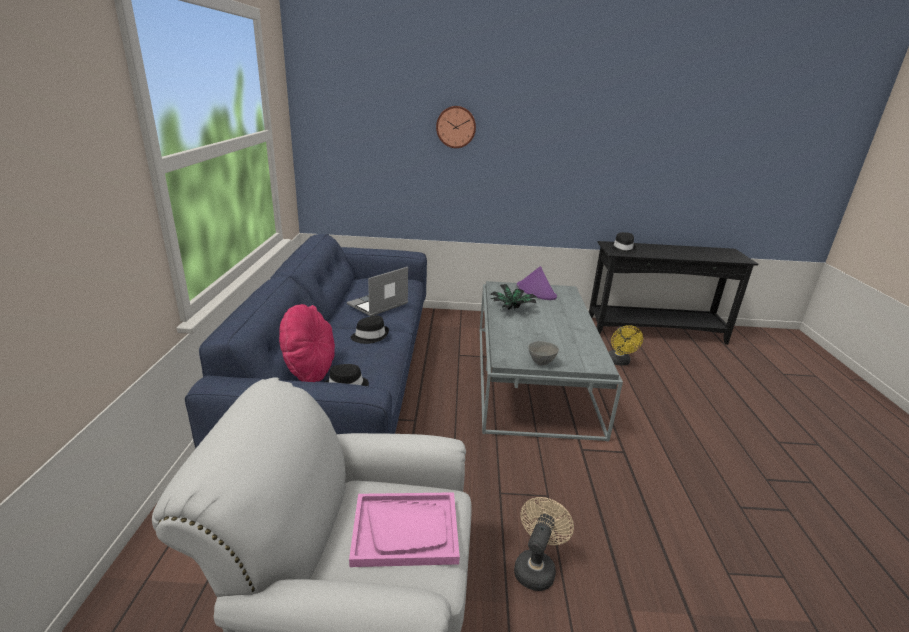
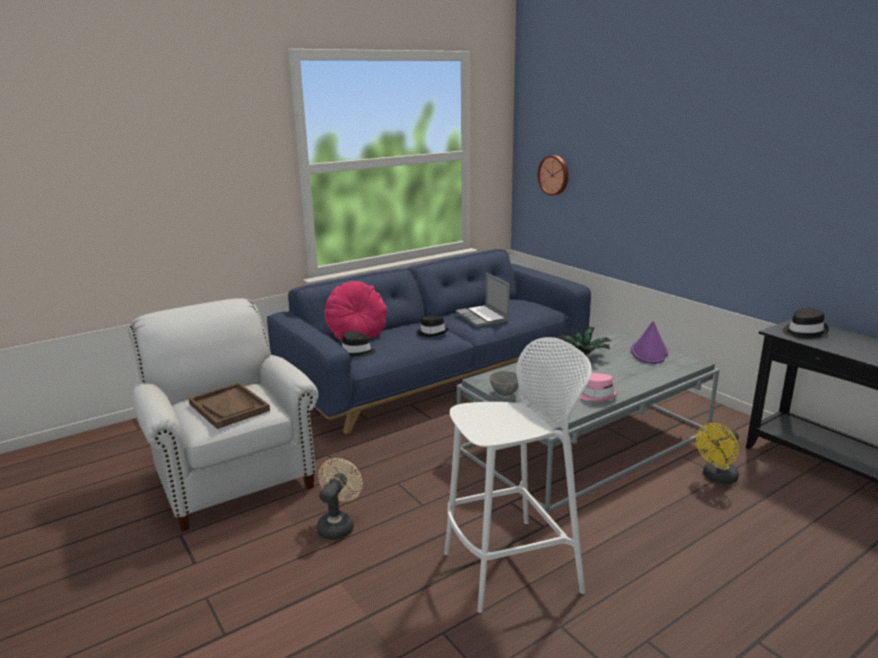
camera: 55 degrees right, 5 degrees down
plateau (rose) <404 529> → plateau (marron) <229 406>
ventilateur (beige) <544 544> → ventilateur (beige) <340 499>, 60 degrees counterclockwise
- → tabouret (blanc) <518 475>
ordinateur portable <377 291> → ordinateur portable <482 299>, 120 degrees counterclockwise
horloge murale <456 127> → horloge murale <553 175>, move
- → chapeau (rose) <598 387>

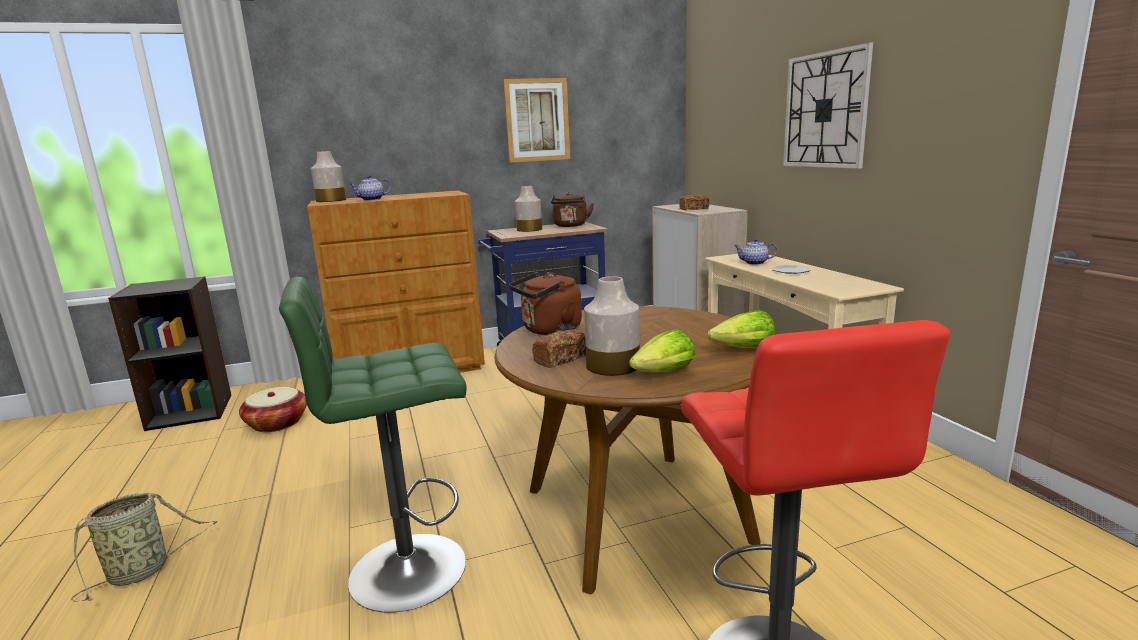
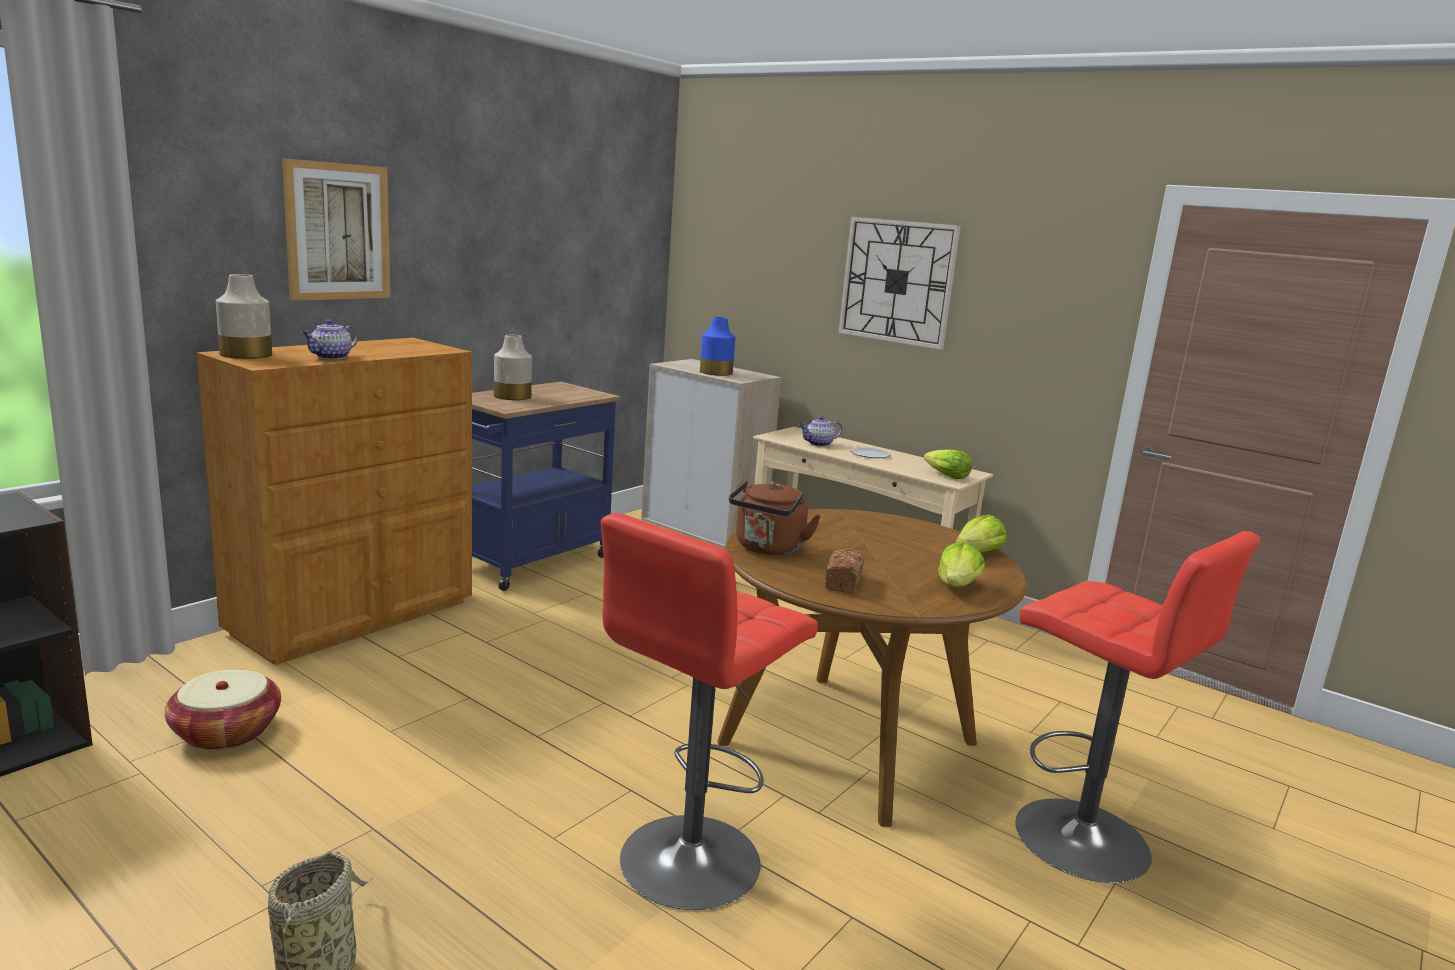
camera: 35 degrees left, 0 degrees up
tableau <536 120> → tableau <336 229>, move
tabouret (vert) <372 445> → tabouret (rouge) <709 711>
pain <694 202> → vase (bleu) <717 346>
- → laitue <948 464>
bouilloire (marron) <572 209> → -
vase (beige) <612 326> → -

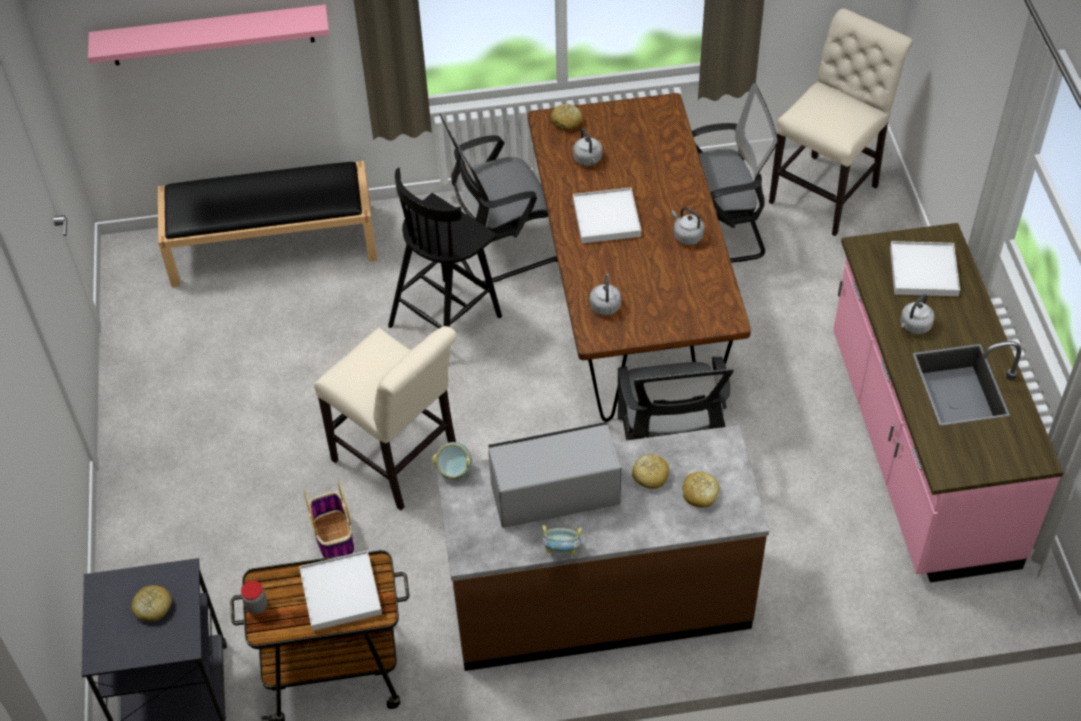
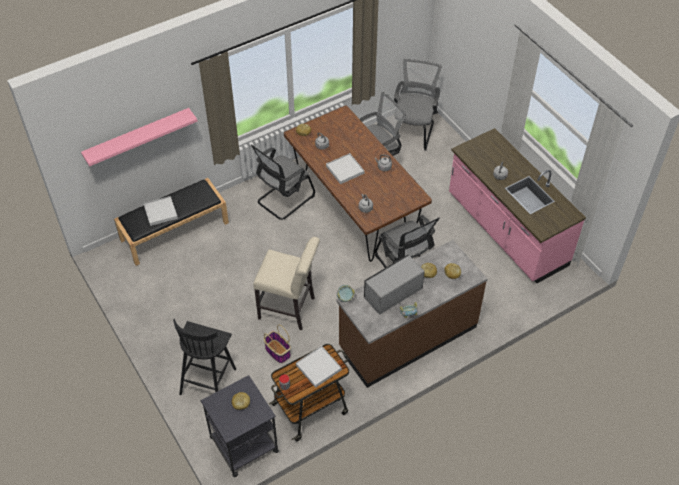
camera: 25 degrees left, 0 degrees up
plateau (blanc) <925 268> → plateau (blanc) <160 211>, move
tabouret (noir) <445 247> → tabouret (noir) <204 356>, move
tabouret (beige) <841 122> → chaise <417 105>

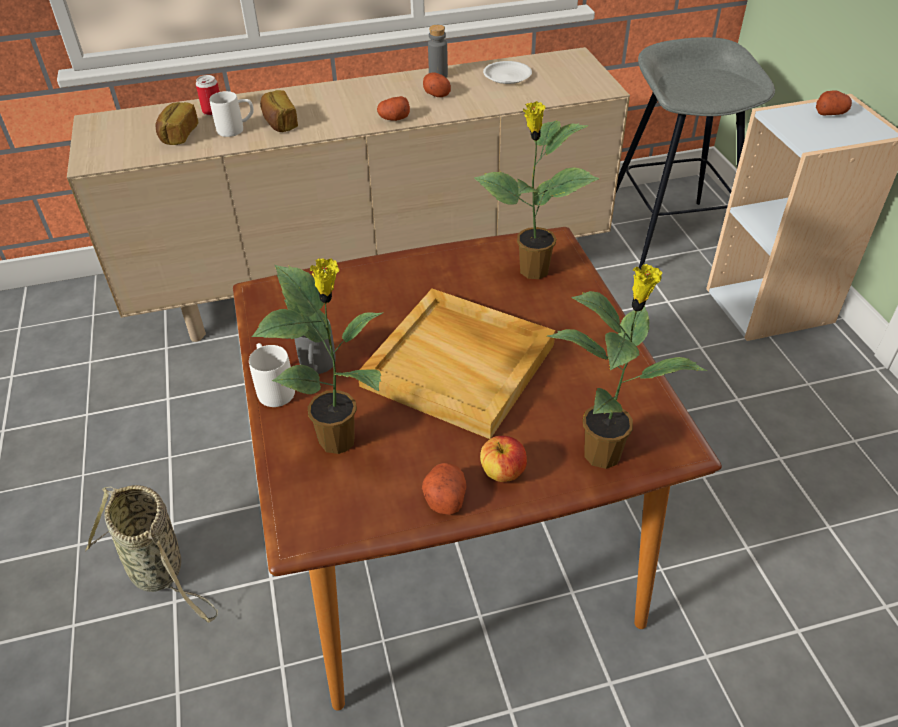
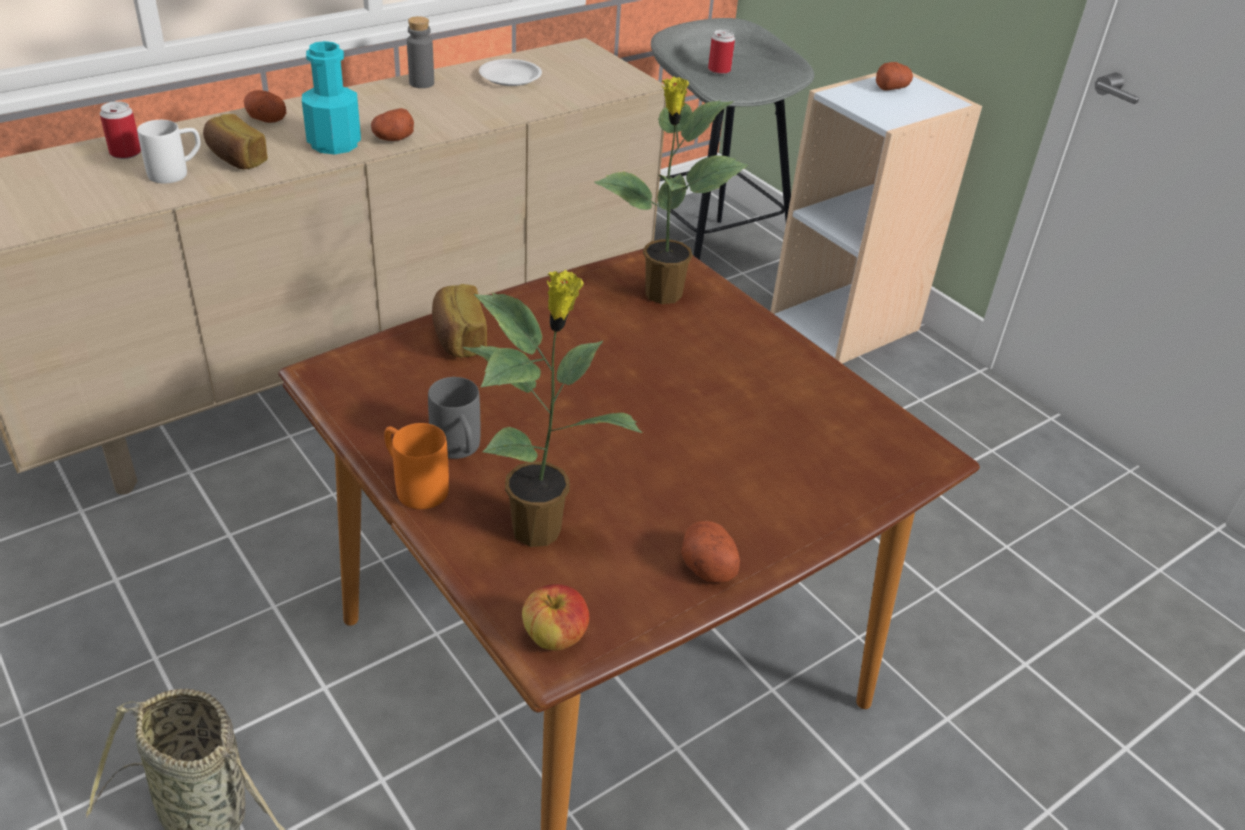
camera: 25 degrees left, 5 degrees down
pomme de terre <437 84> → pomme de terre <265 106>, move
- → bouteille (turquoise) <331 98>
mug (blanc) <272 375> → mug (orange) <416 466>
pain <176 123> → pain <459 320>, move
pomme <503 459> → pomme <555 617>, move
- → boîte métallique <721 52>
plateau (beige) <457 364> → -
plante en pot <627 366> → -

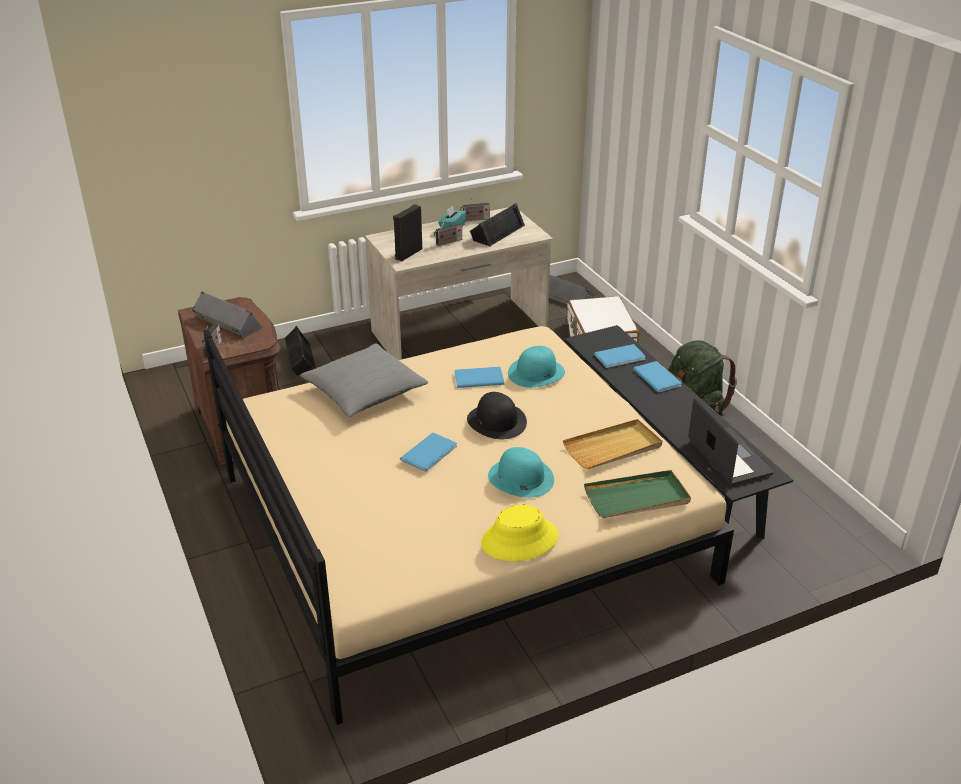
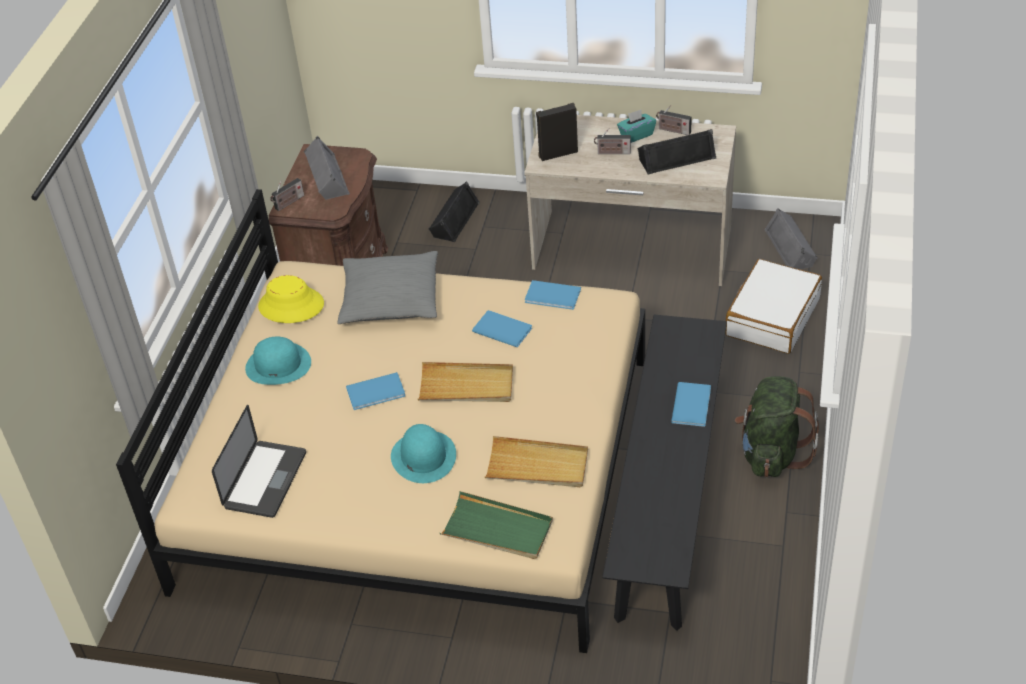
camera: 40 degrees right, 10 degrees up
ordinateur portable <730 441> → ordinateur portable <259 461>, move
chapeau (turquoise) <536 367> → chapeau (turquoise) <278 361>, move
chapeau (jaune) <519 532> → chapeau (jaune) <291 299>, move
chapeau (noir) <497 415> → plateau (beige) <465 382>
livre (bleu) <620 356> → livre (bleu) <553 295>, move

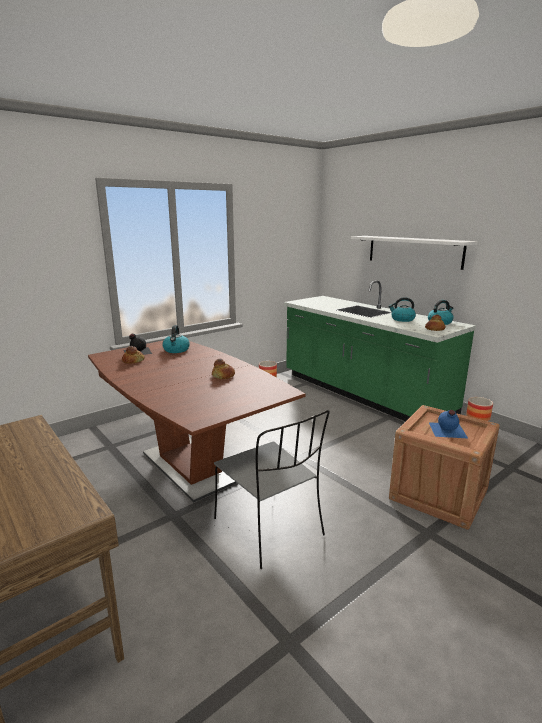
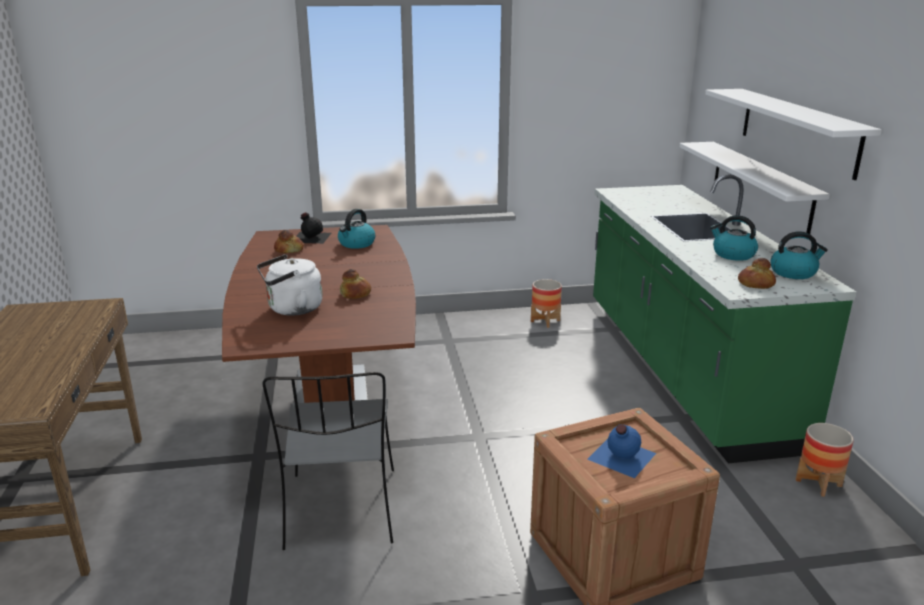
camera: 30 degrees right, 5 degrees up
- → bouilloire (blanc) <290 285>
- → étagère (blanc) <754 188>

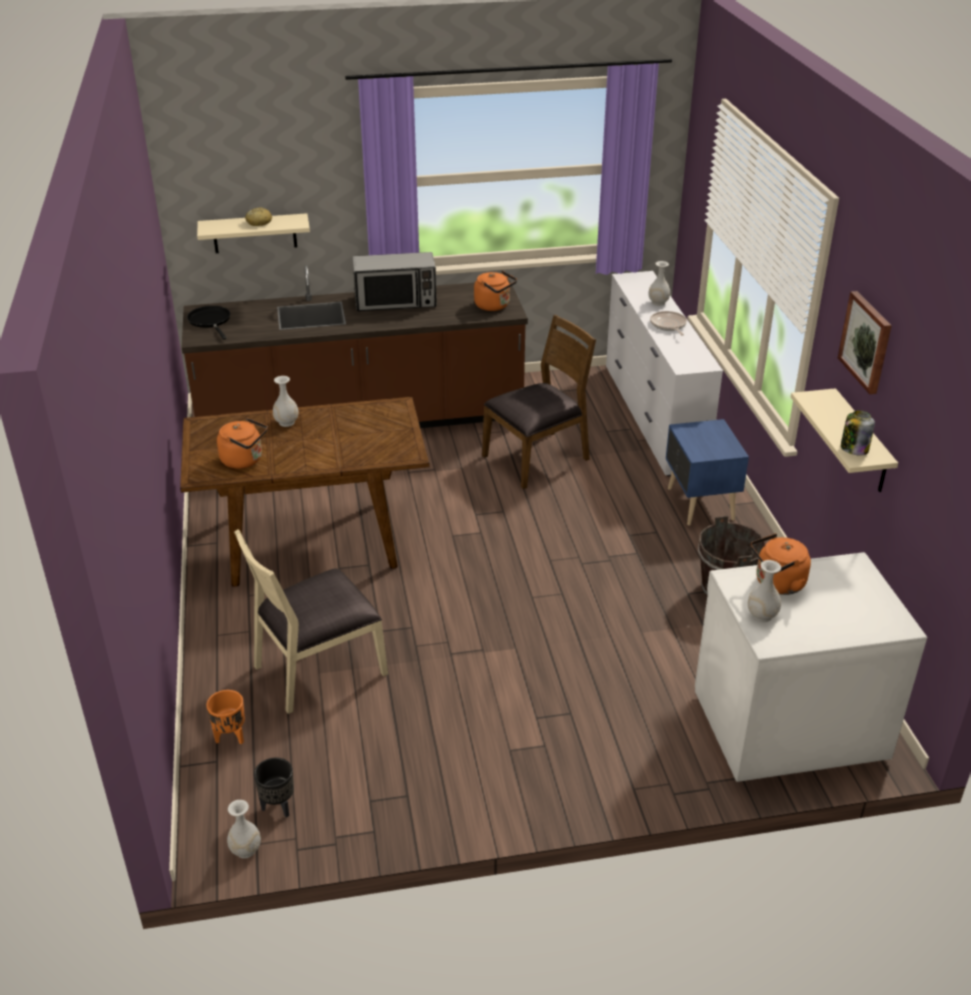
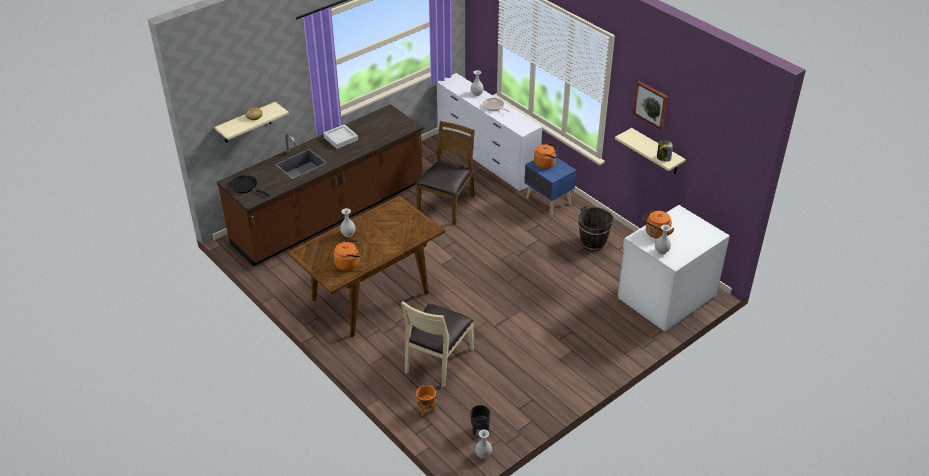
camera: 30 degrees left, 5 degrees up
micro-ondes <394 281> → plateau (gris) <340 136>
bouilloire (orange) <495 291> → bouilloire (orange) <546 156>, move

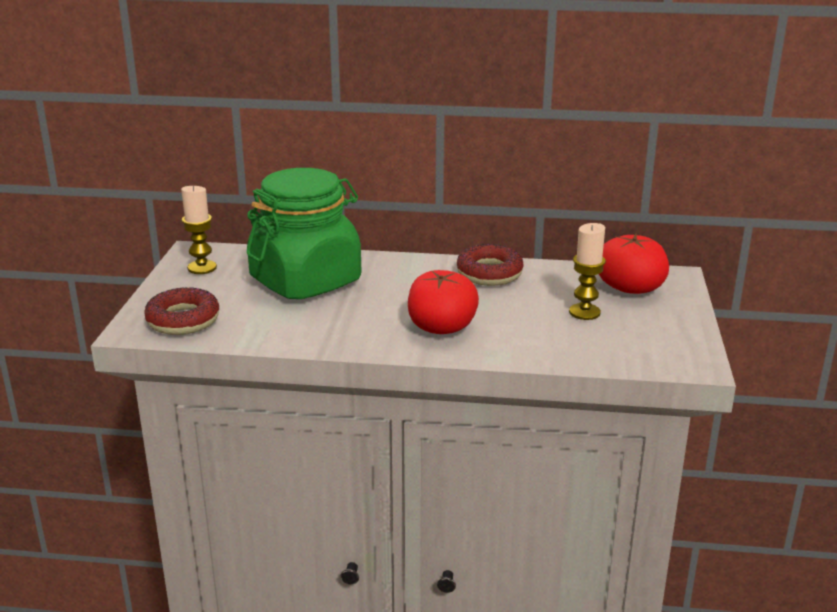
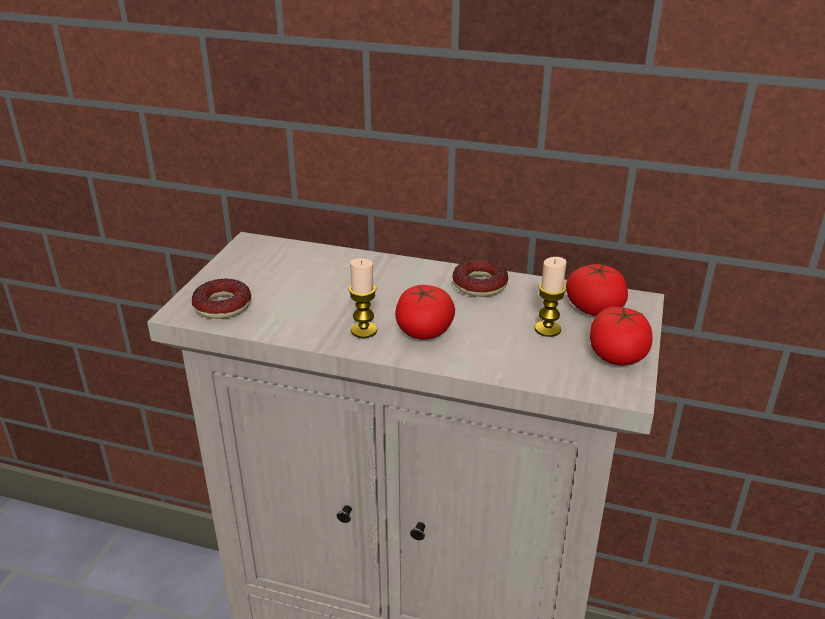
camera: 10 degrees right, 5 degrees up
bougie <199 230> → bougie <363 298>, move
- → tomate <621 335>
bocal (vert) <304 233> → -

